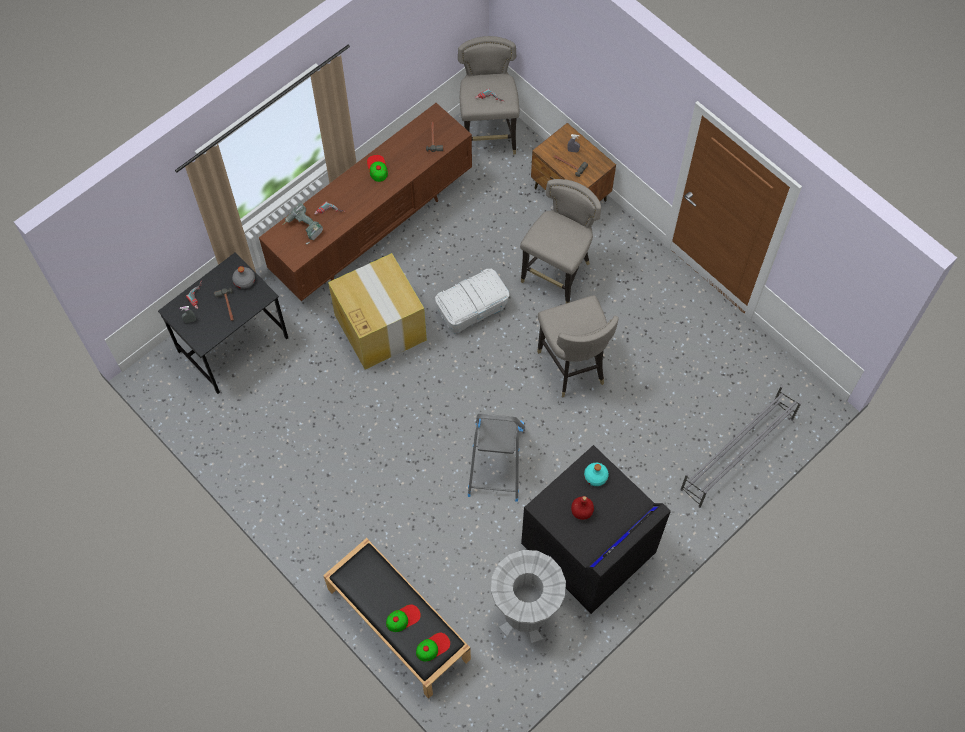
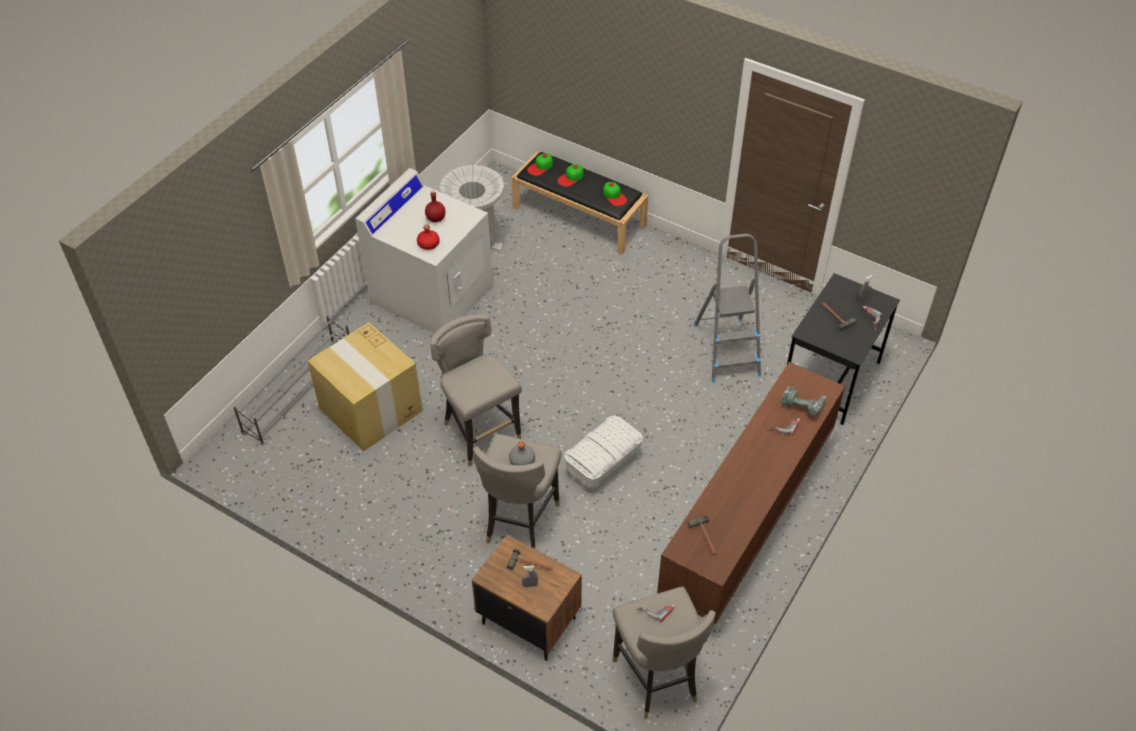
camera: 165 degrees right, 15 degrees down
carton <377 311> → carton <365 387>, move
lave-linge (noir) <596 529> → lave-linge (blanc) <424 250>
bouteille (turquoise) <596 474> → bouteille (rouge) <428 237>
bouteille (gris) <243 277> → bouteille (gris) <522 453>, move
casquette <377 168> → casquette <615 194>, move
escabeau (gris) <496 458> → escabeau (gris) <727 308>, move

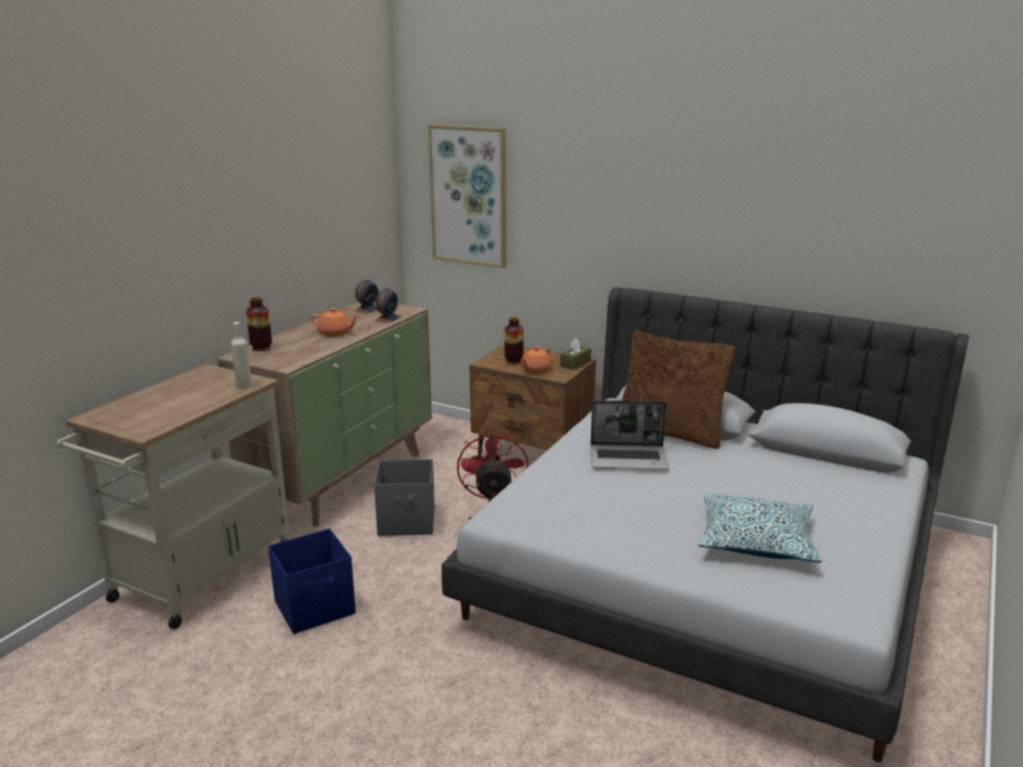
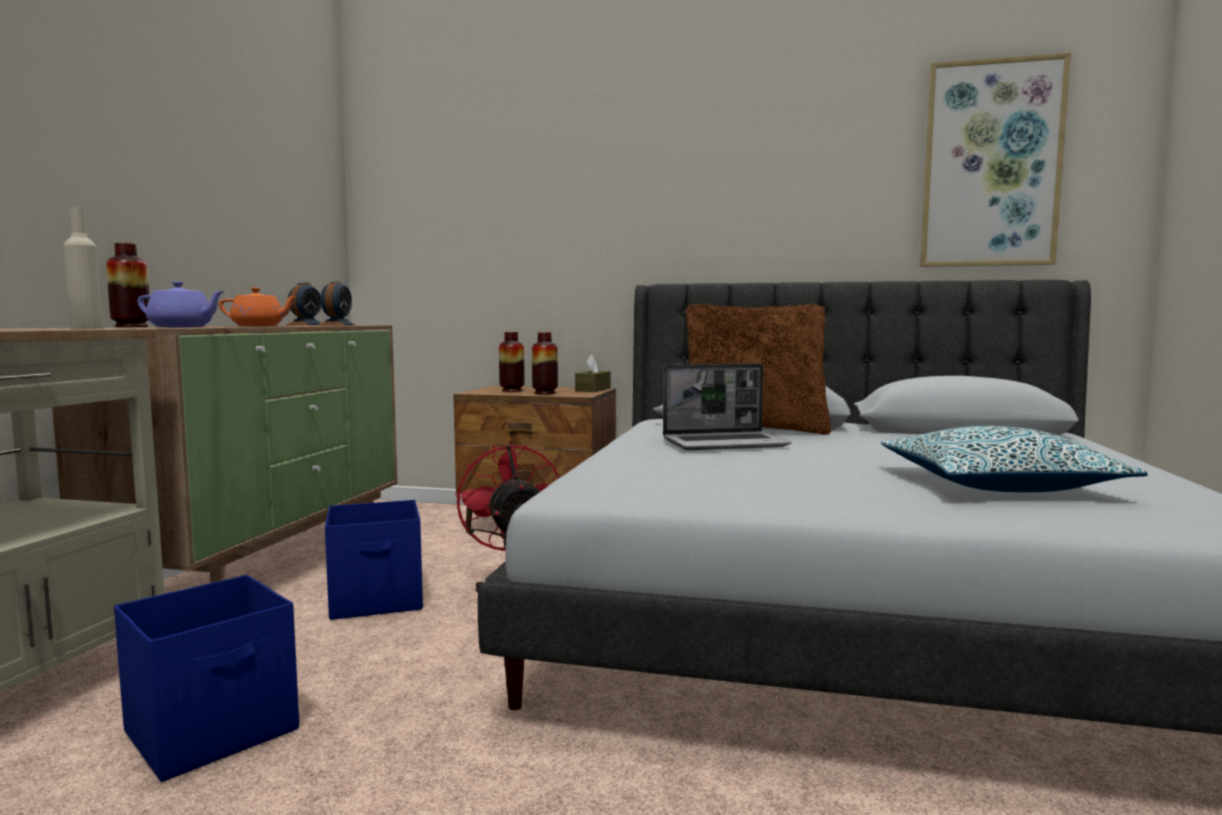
camera: 15 degrees left, 15 degrees down
- → théière (violet) <181 304>
boîte de rangement (gris) <404 497> → boîte de rangement (bleu) <374 560>
théière (orange) <536 359> → vase <545 363>
tableau <467 196> → tableau <995 160>, move

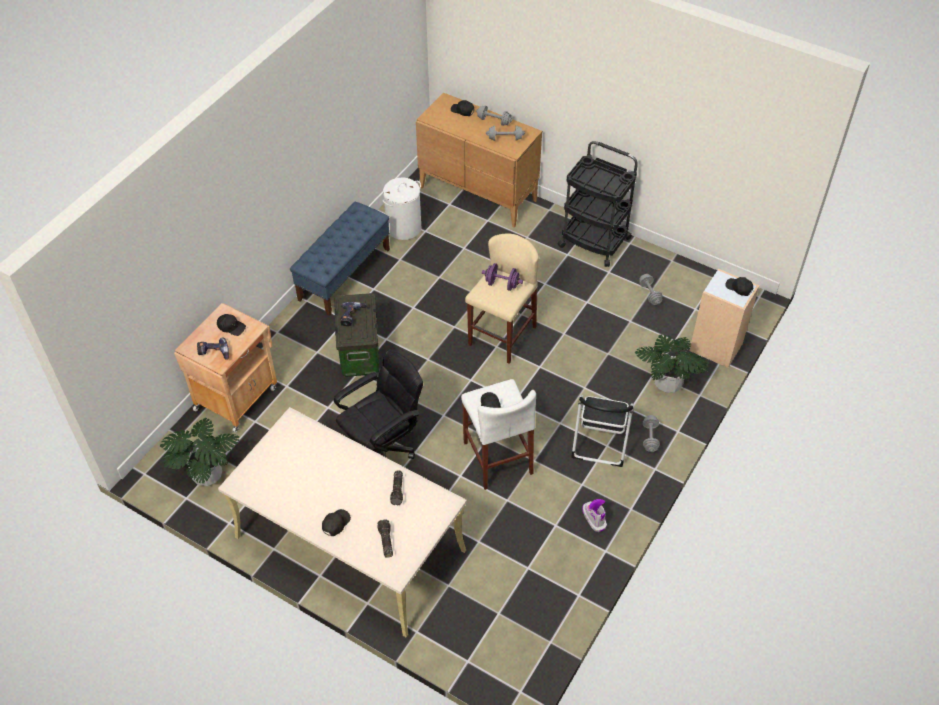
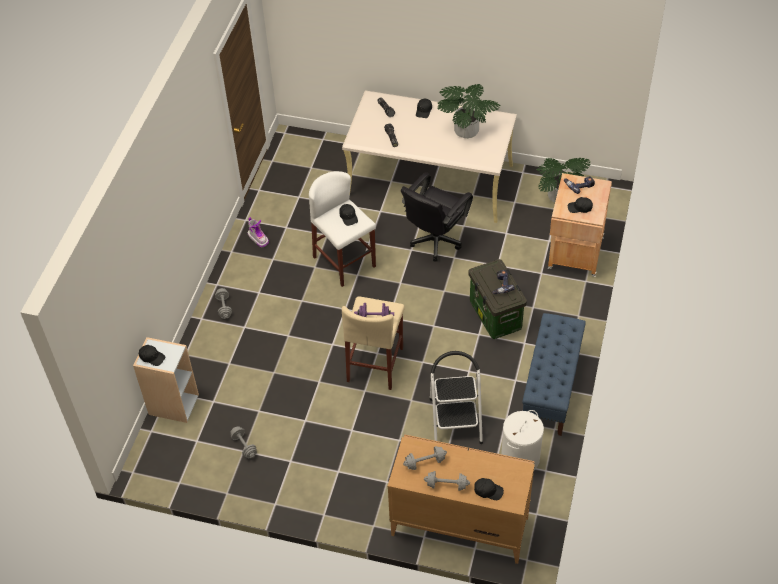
camera: 165 degrees right, 0 degrees up
escabeau <602 431> → escabeau <456 397>, move
plante en pot <672 363> → plante en pot <468 111>, move
chariot (noir) <598 204> → -

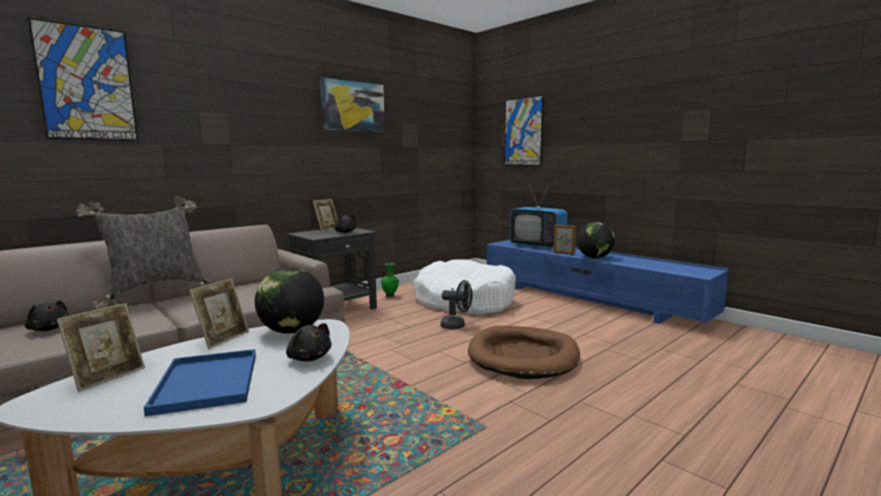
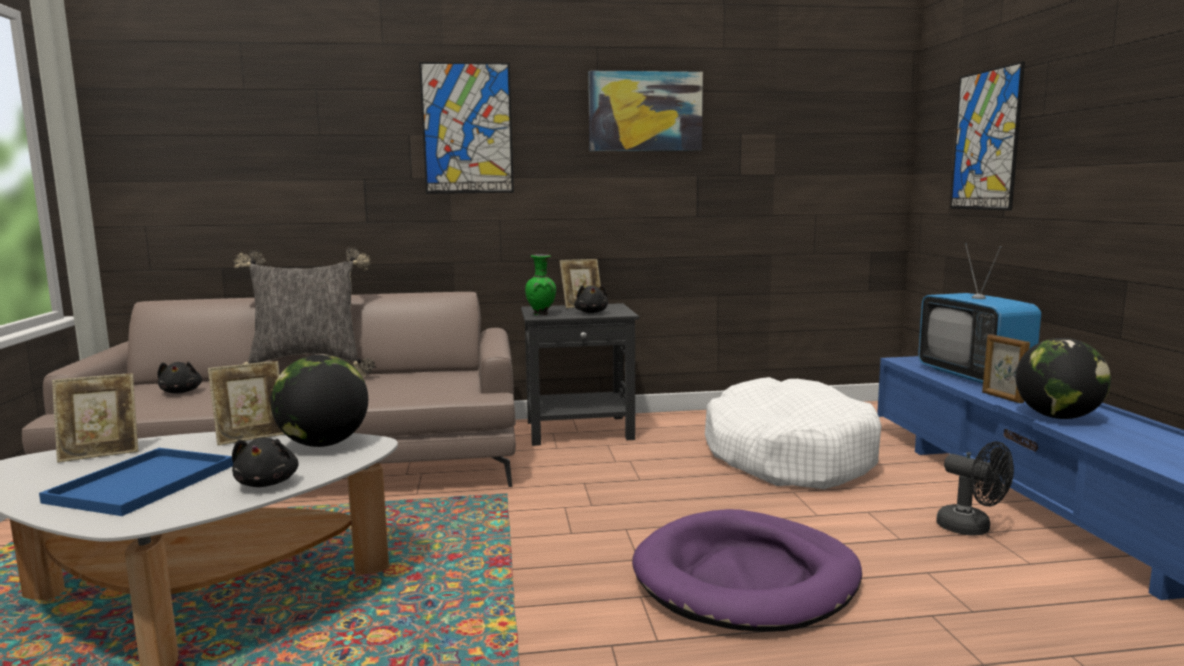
camera: 35 degrees right, 0 degrees up
tableau <83 79> → tableau <466 128>, move
vase (vert) <390 280> → vase (vert) <540 284>, move
panier pour chien (marron) <524 352> → panier pour chien (violet) <747 570>
ventilateur (noir) <456 304> → ventilateur (noir) <975 488>, move

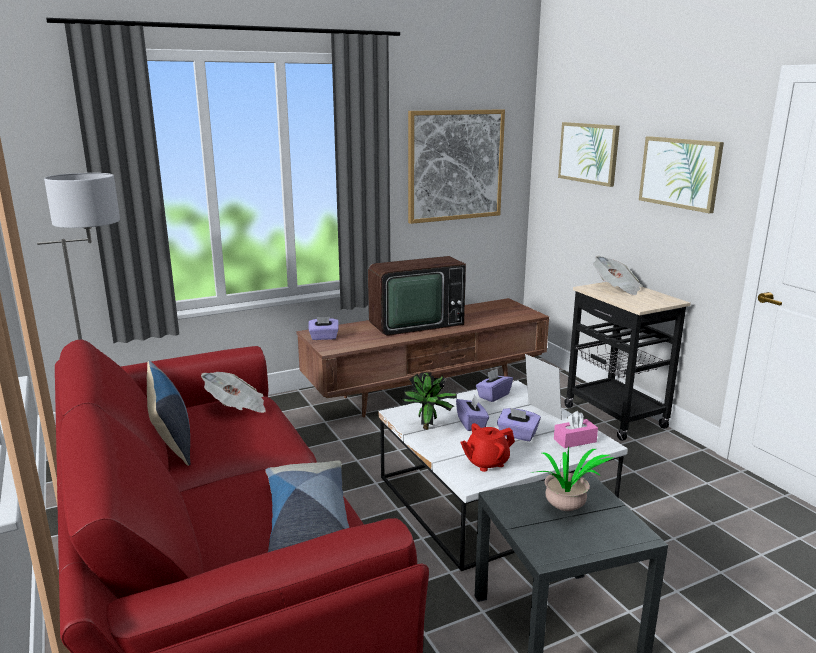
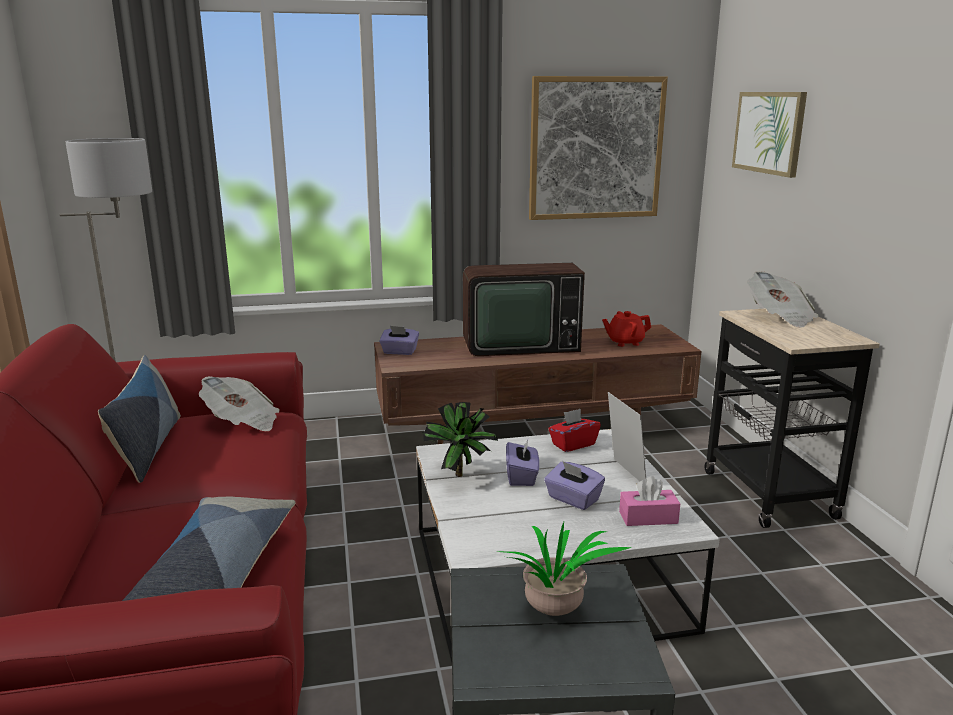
camera: 15 degrees right, 0 degrees up
boîte à mouchoirs (violet) <494 385> → boîte à mouchoirs (rouge) <574 430>
théière (rouge) <487 447> → théière (rouge) <626 329>, move
tableau <681 174> → -

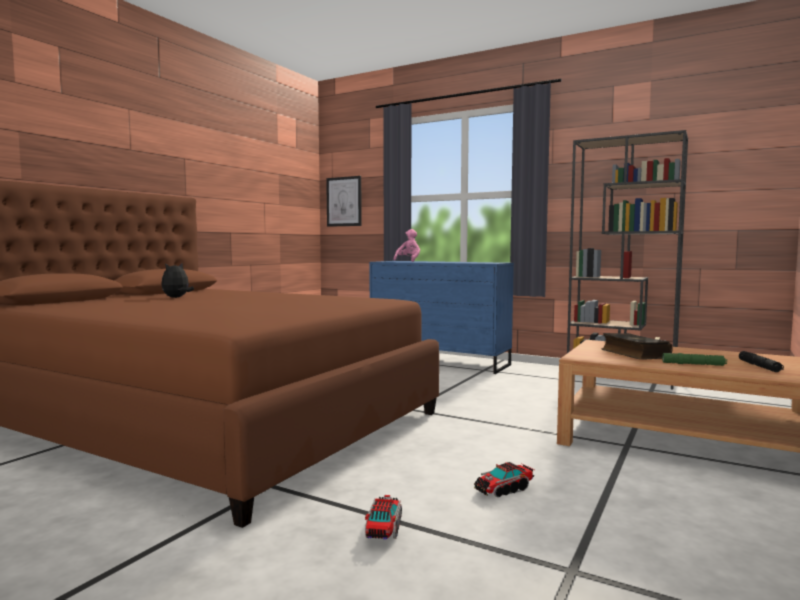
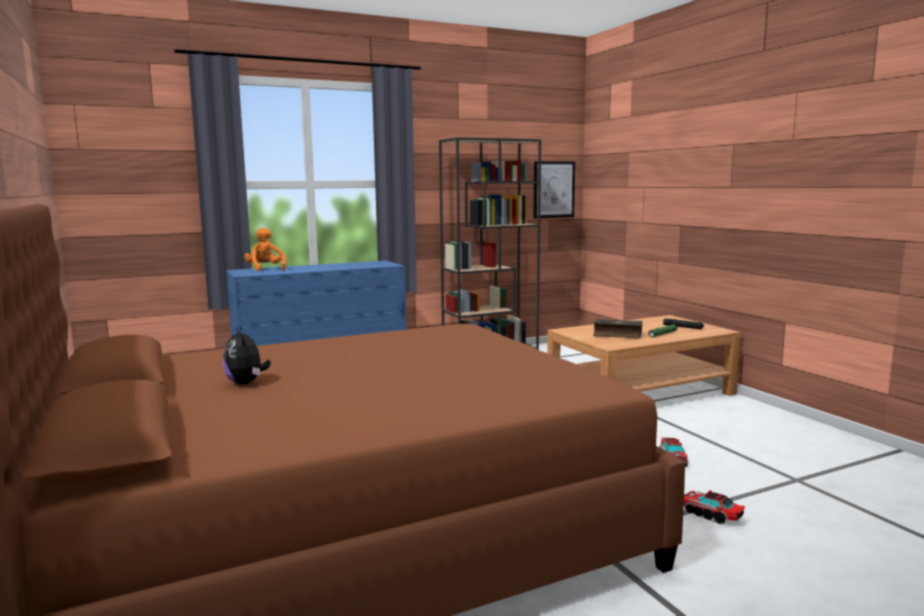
camera: 55 degrees left, 5 degrees up
peluche (rose) <406 245> → peluche (orange) <265 249>
tableau <344 201> → tableau <554 190>, move

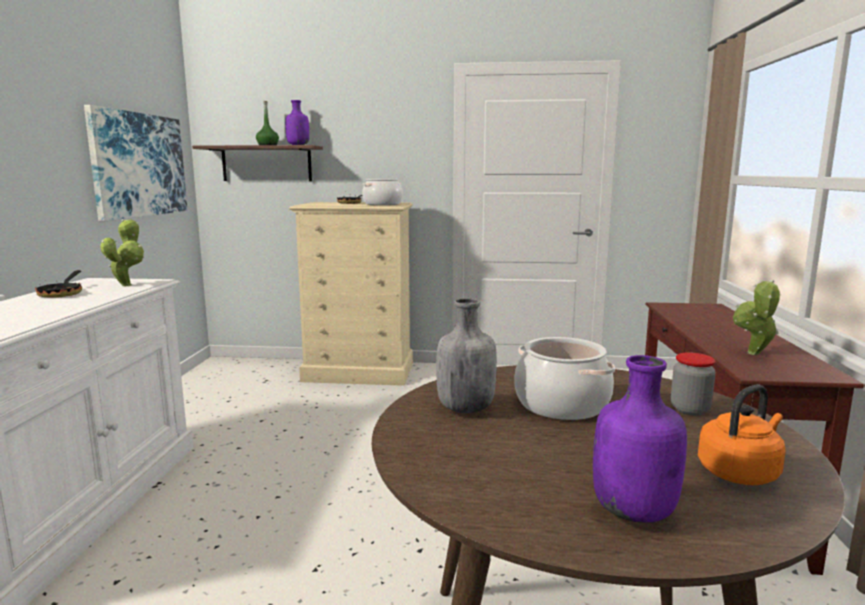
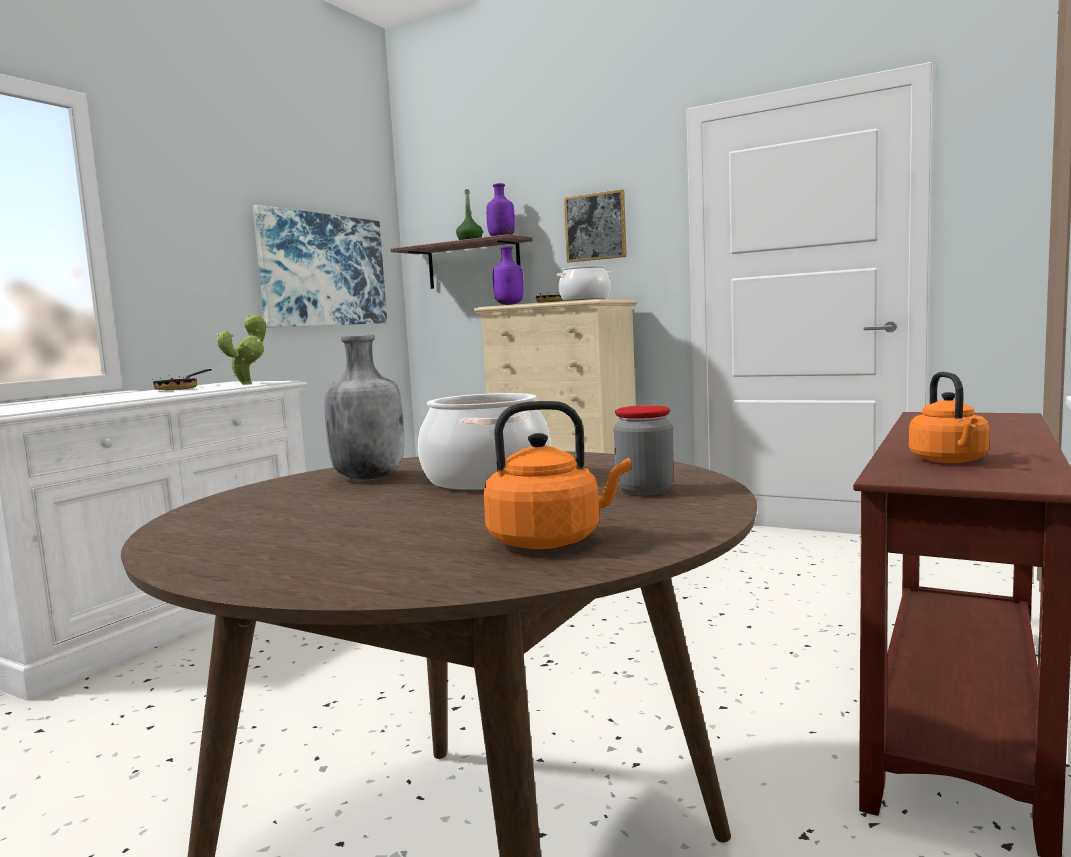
camera: 25 degrees right, 5 degrees down
bouteille (violet) <640 439> → bouteille (violet) <508 275>, move
- → tableau <595 225>
plante en pot <757 317> → bouilloire (orange) <949 417>

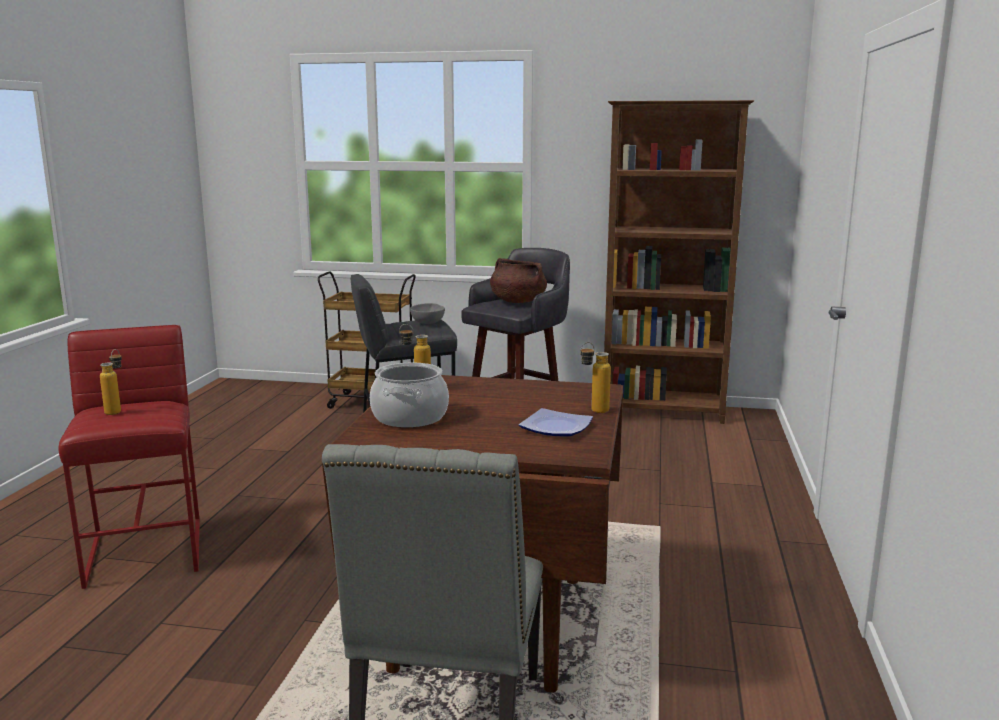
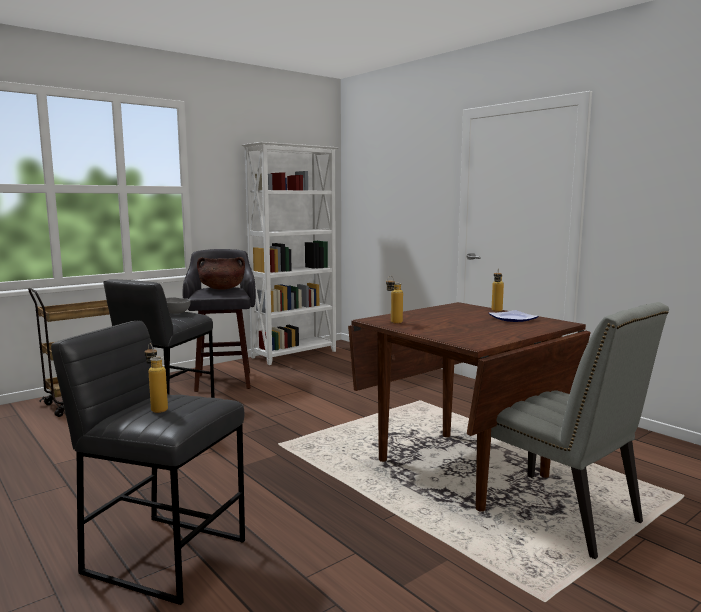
camera: 50 degrees left, 5 degrees down
tabouret (rouge) <129 457> → tabouret (gris) <148 462>
bibliothèque (marron) <679 262> → bibliothèque (blanc) <290 253>
marmite <409 395> → -

